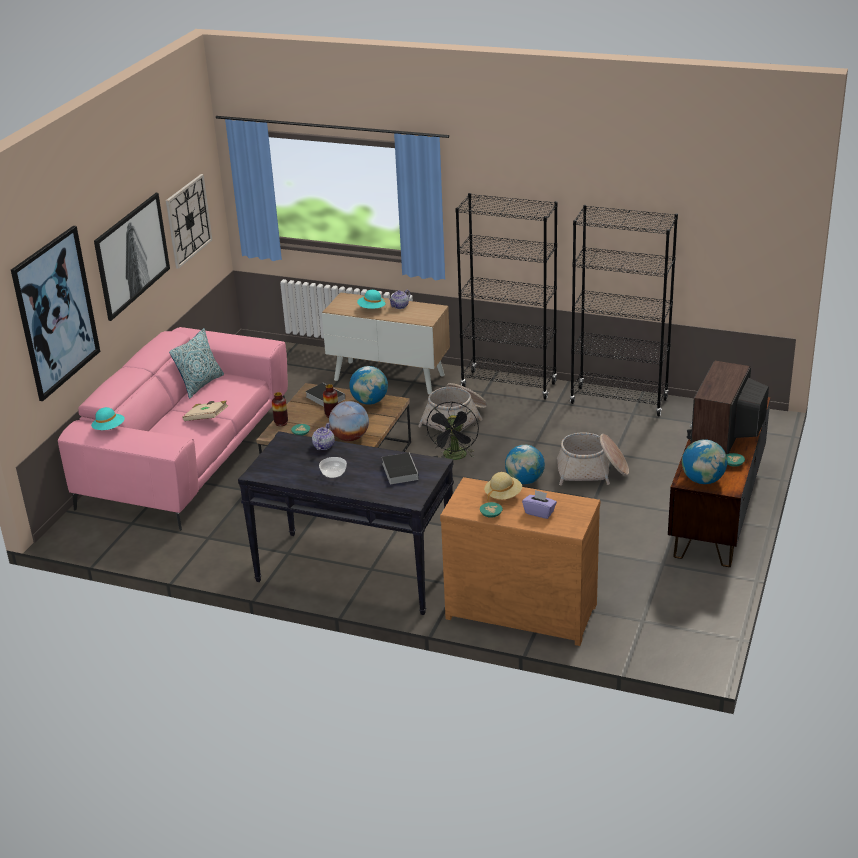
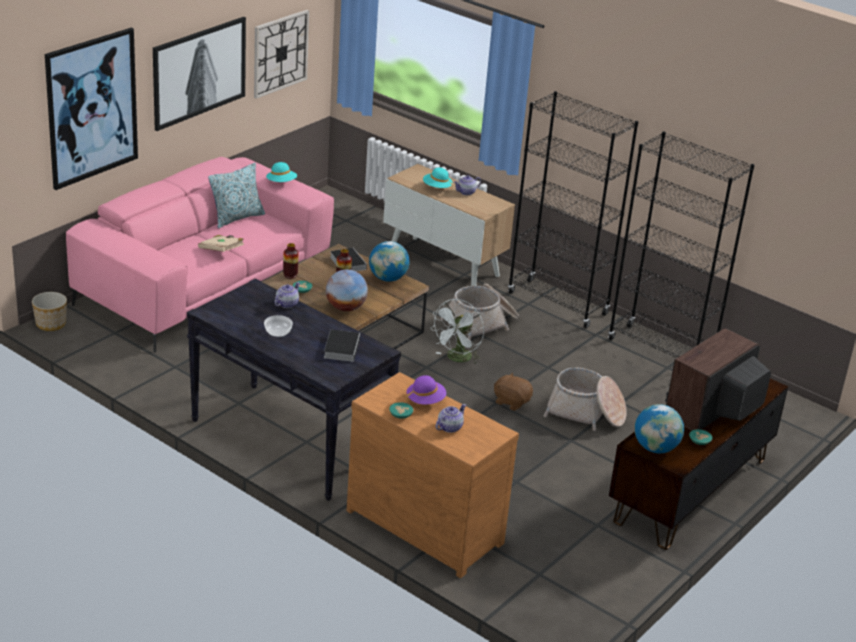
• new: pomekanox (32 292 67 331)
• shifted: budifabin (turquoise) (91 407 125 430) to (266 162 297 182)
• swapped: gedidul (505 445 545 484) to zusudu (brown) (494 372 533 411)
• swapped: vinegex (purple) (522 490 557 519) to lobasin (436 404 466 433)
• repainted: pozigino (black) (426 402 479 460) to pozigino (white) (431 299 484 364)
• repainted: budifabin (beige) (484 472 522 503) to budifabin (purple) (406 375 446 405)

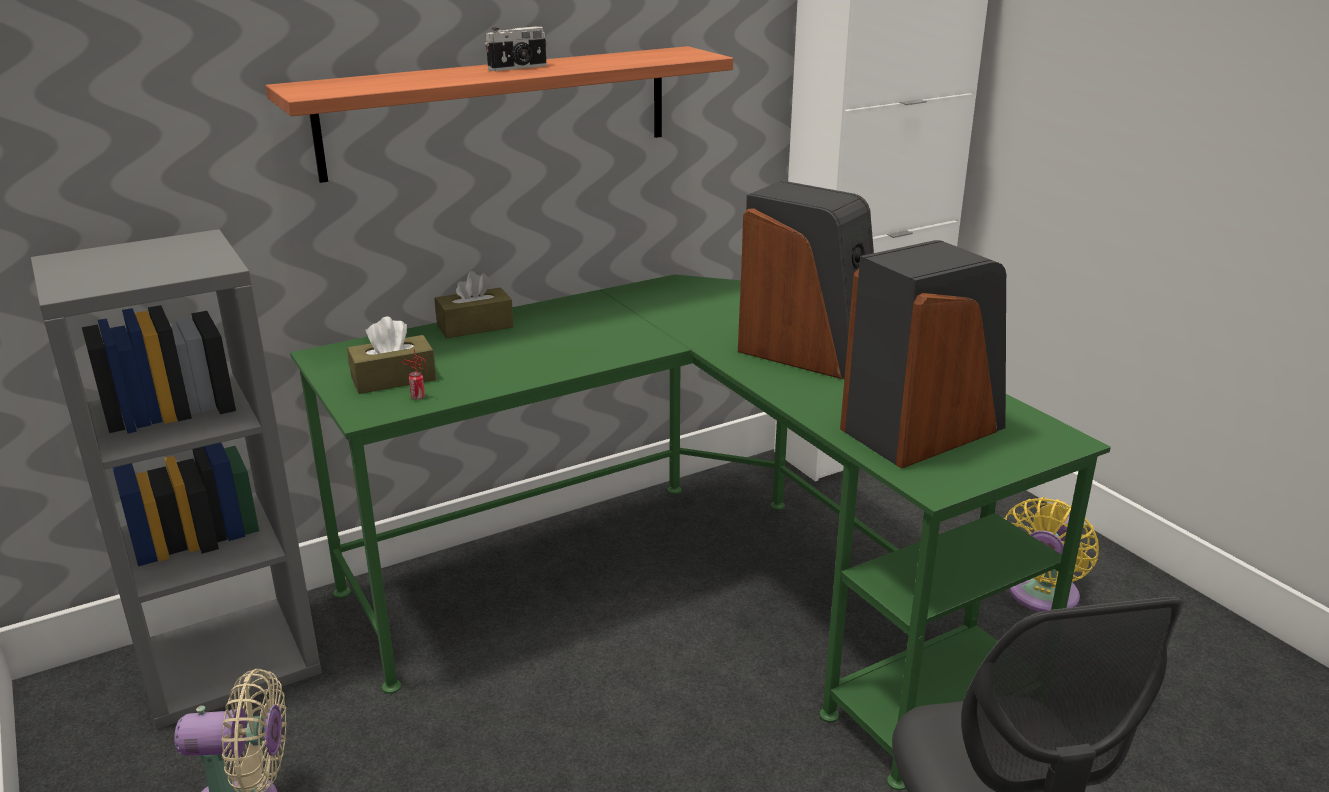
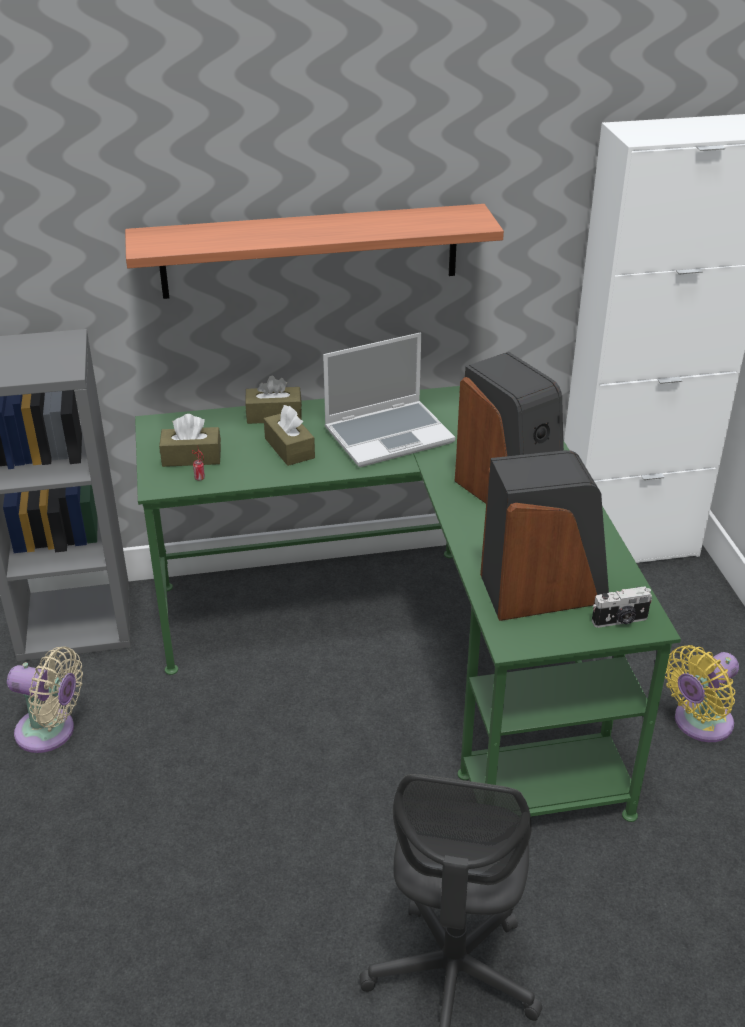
• new: vinegex (brown) (264 405 315 466)
• new: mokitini (323 332 455 467)
• shifted: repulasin (485 26 547 71) to (592 586 652 628)

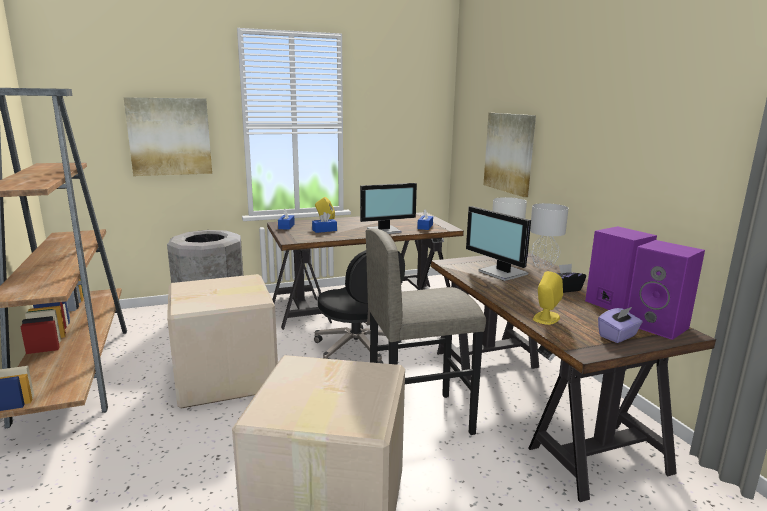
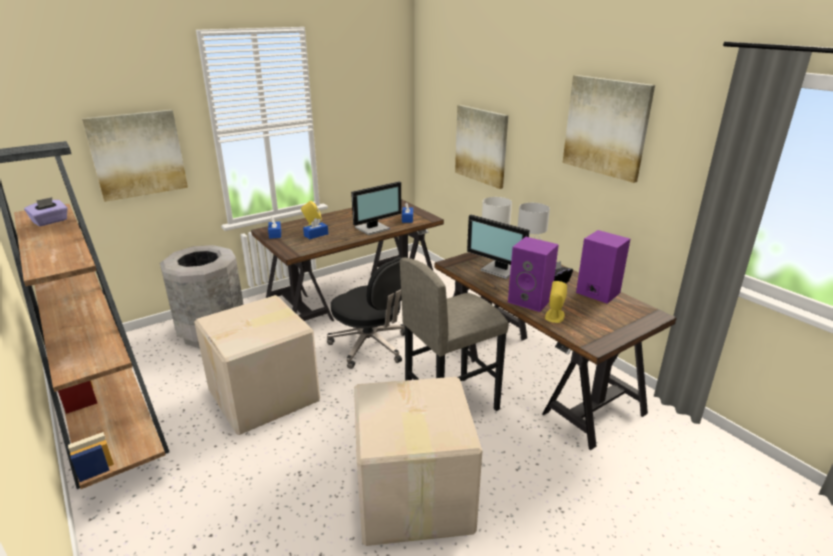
• new: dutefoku (563 75 655 183)
• shifted: vinegex (purple) (598 307 643 343) to (24 197 68 226)
• shifted: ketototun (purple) (628 240 705 340) to (508 237 559 312)

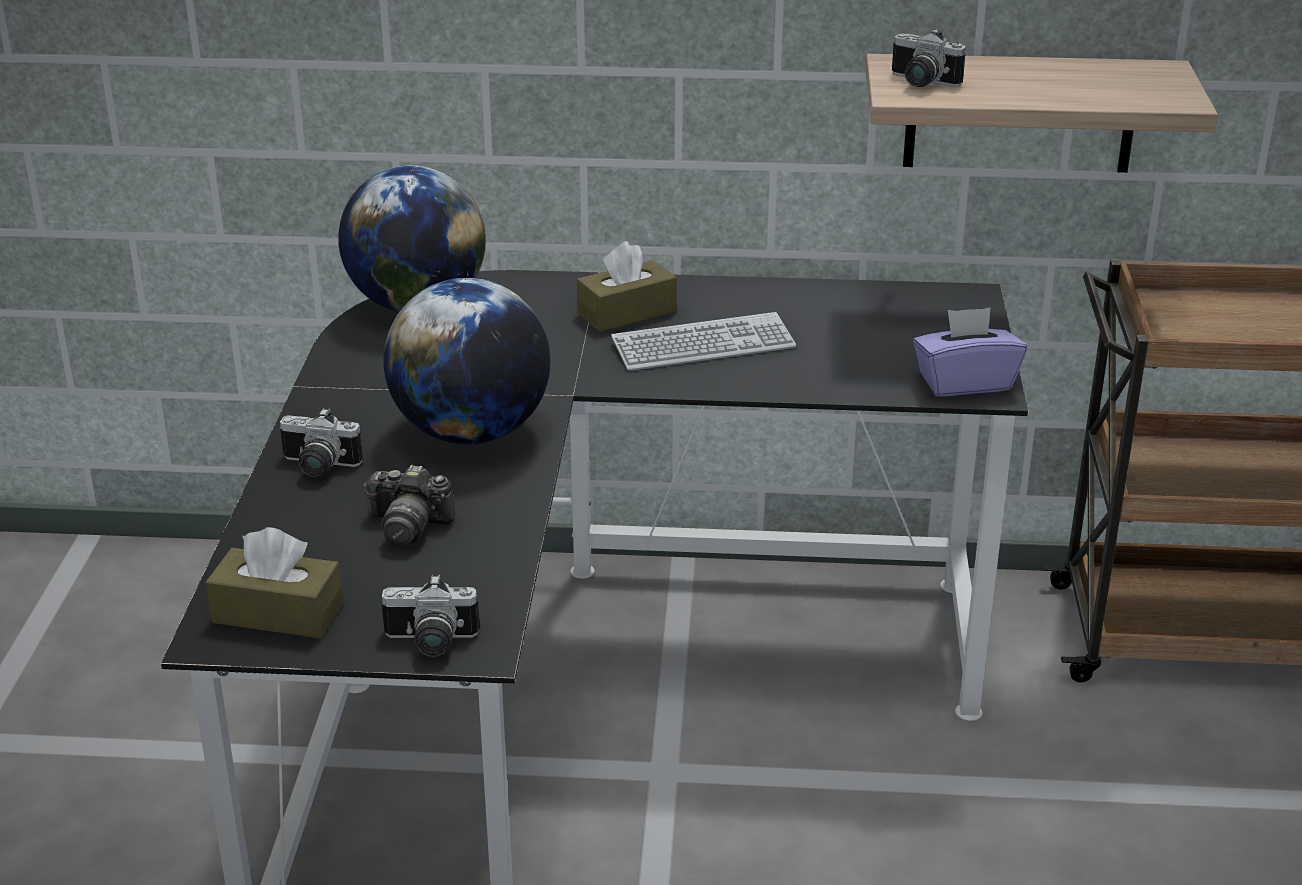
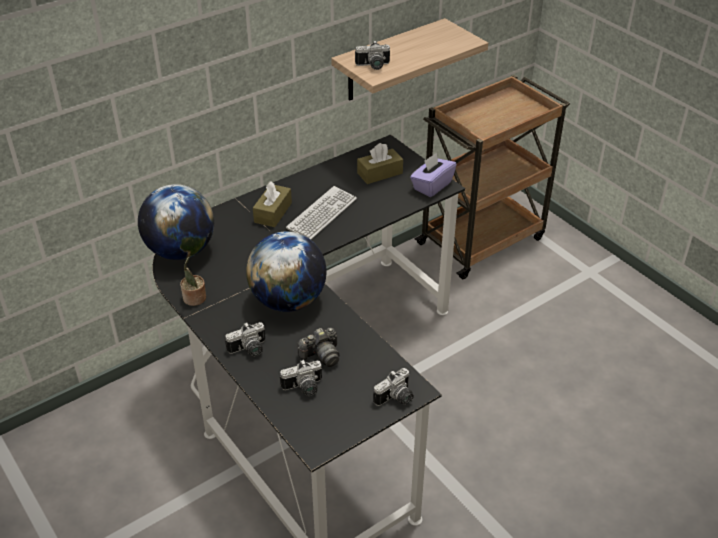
• new: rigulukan (180 257 206 306)
• new: repulasin (280 359 322 396)
• shifted: vinegex (brown) (206 527 343 638) to (357 143 403 184)

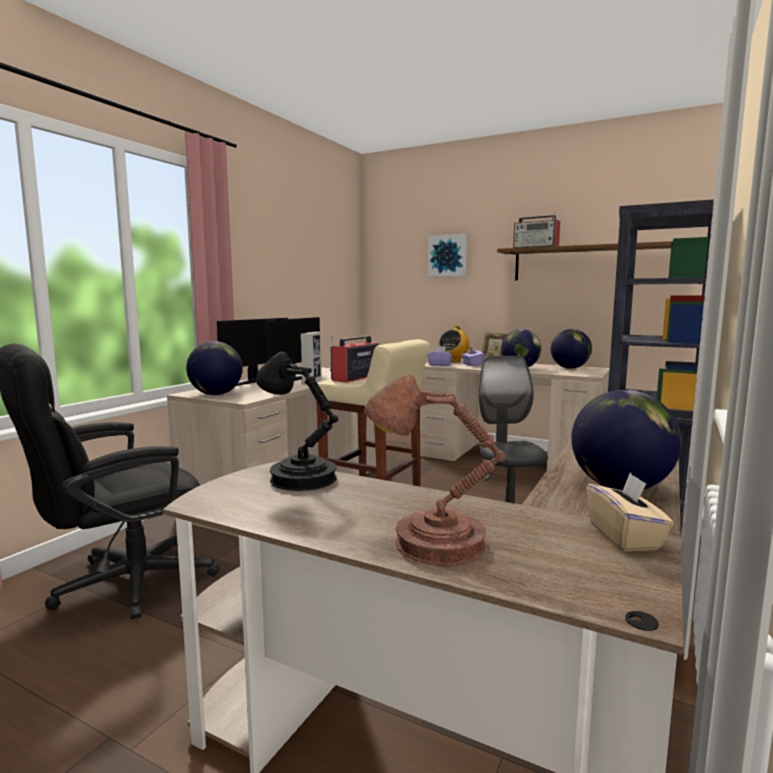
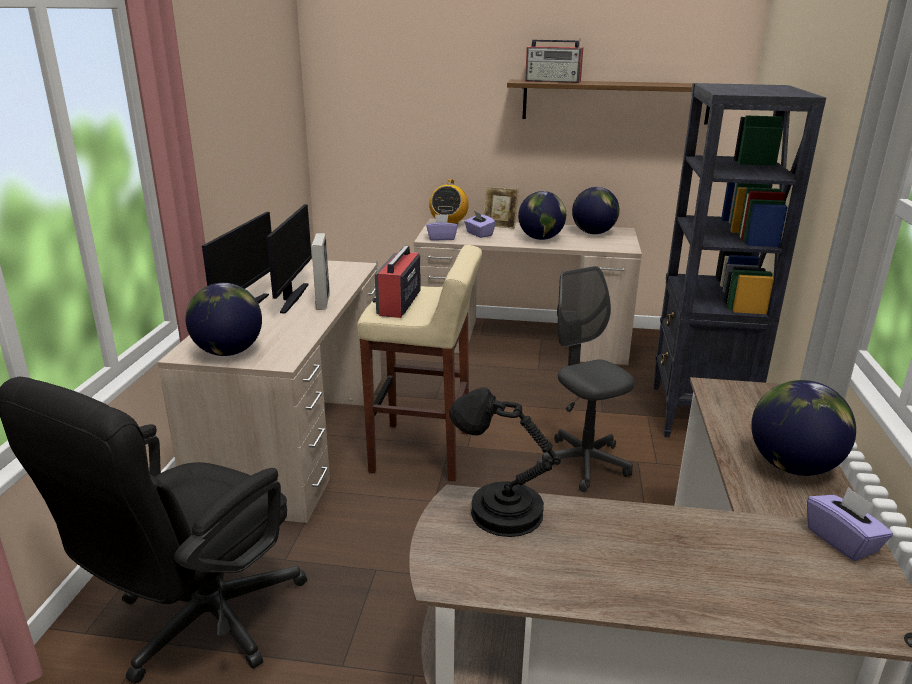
• gone: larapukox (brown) (364 374 506 566)
• gone: dutefoku (428 234 468 277)
• repainted: vinegex (beige) (586 473 673 551) to vinegex (purple) (807 487 893 561)

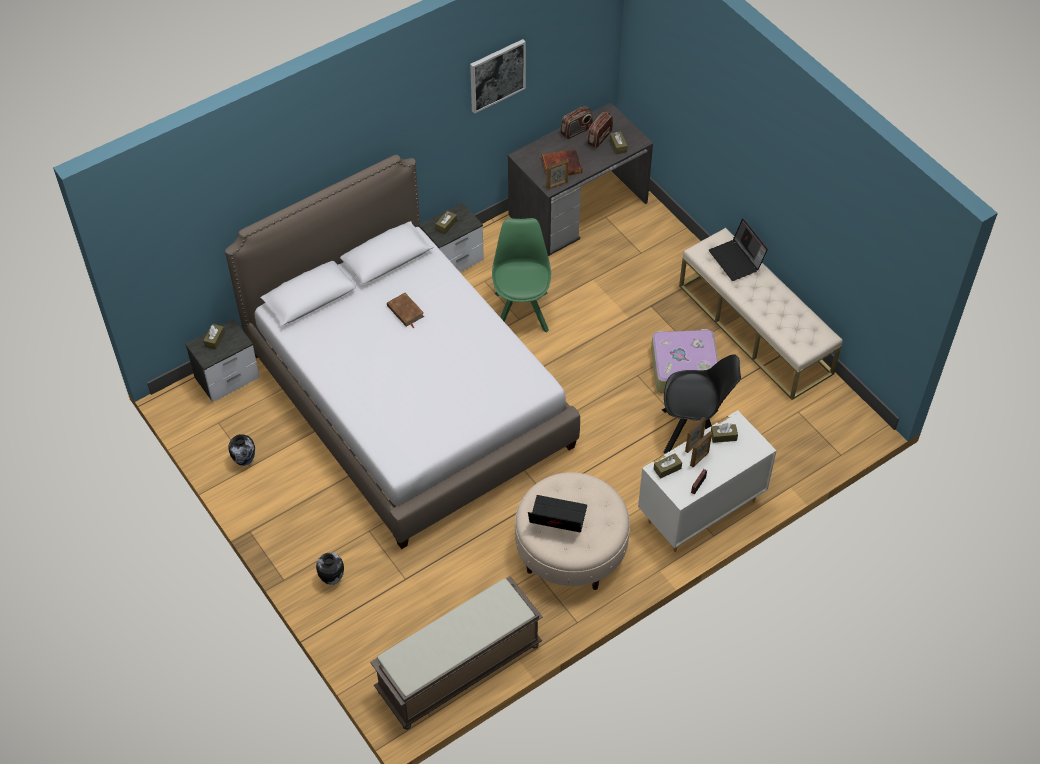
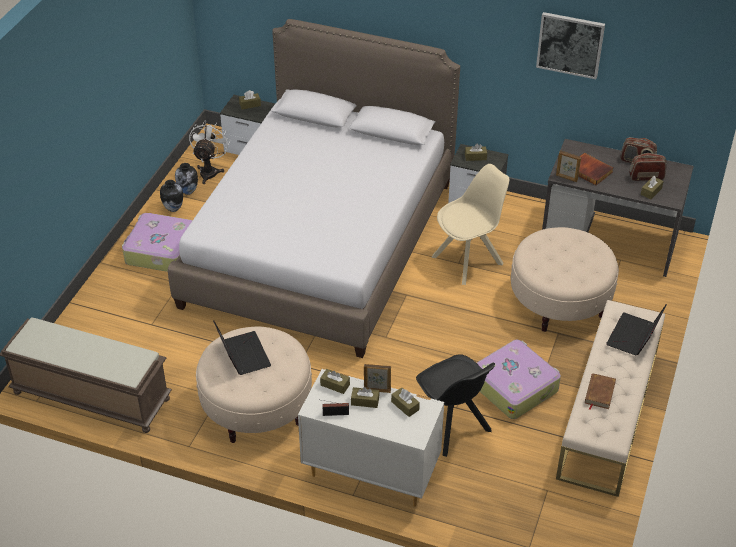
• new: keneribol (122 213 193 272)
• new: pozigino (white) (189 121 230 184)
• new: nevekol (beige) (511 227 619 332)
• shifted: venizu (316 552 344 585) to (160 180 183 212)
• shifted: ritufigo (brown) (387 293 424 328) to (585 373 616 410)
• swapped: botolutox (690 431 712 467) to vinegex (brown) (351 387 379 408)
• repainted: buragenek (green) (492 218 551 333) to buragenek (beige) (431 164 510 285)

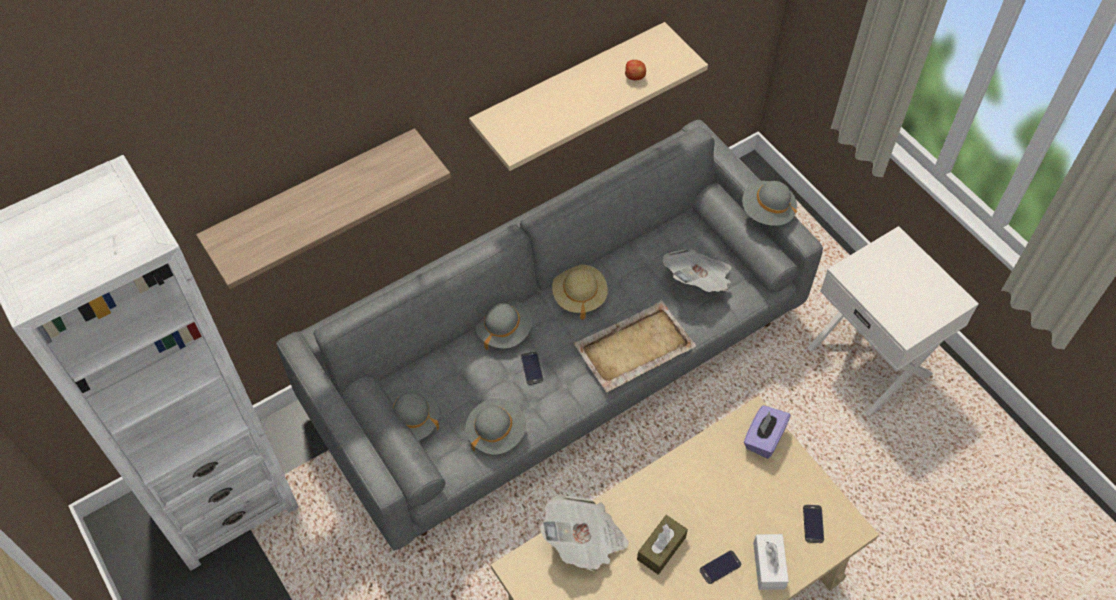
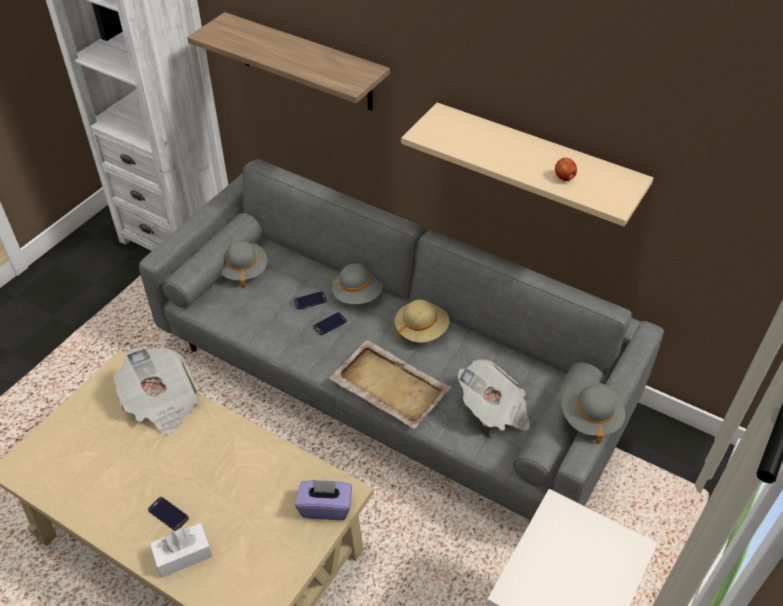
• gone: budifabin (grey) (465 398 526 455)
• gone: vinegex (brown) (637 515 688 575)
• shifted: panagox (803 504 824 543) to (294 291 328 310)

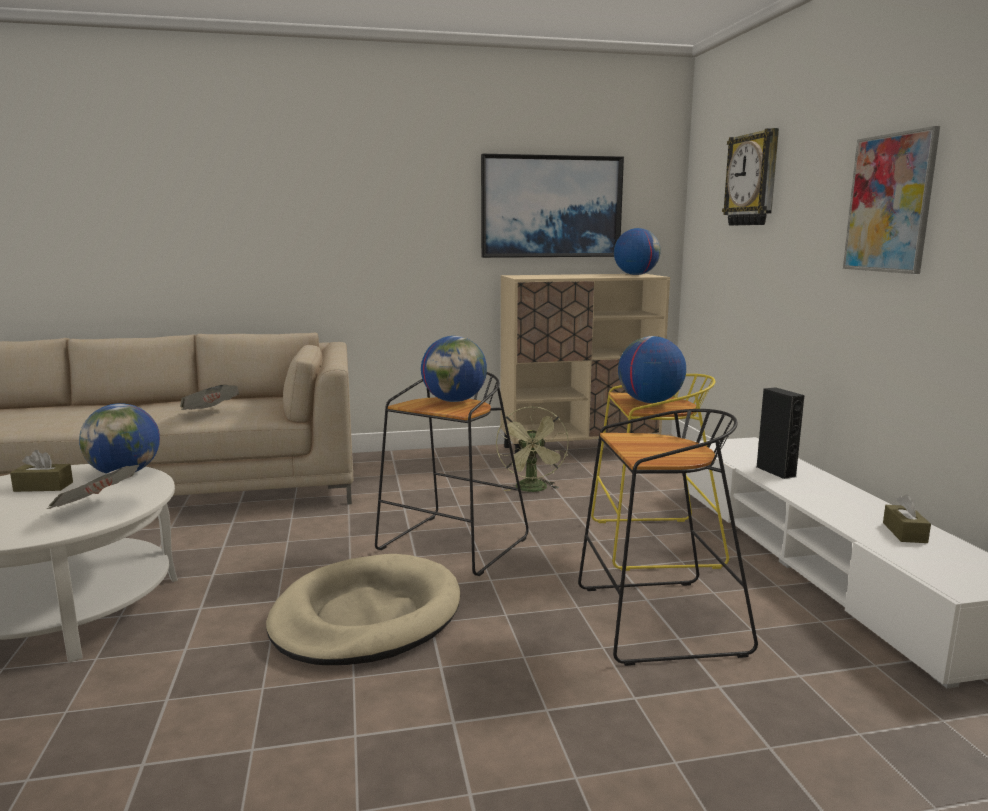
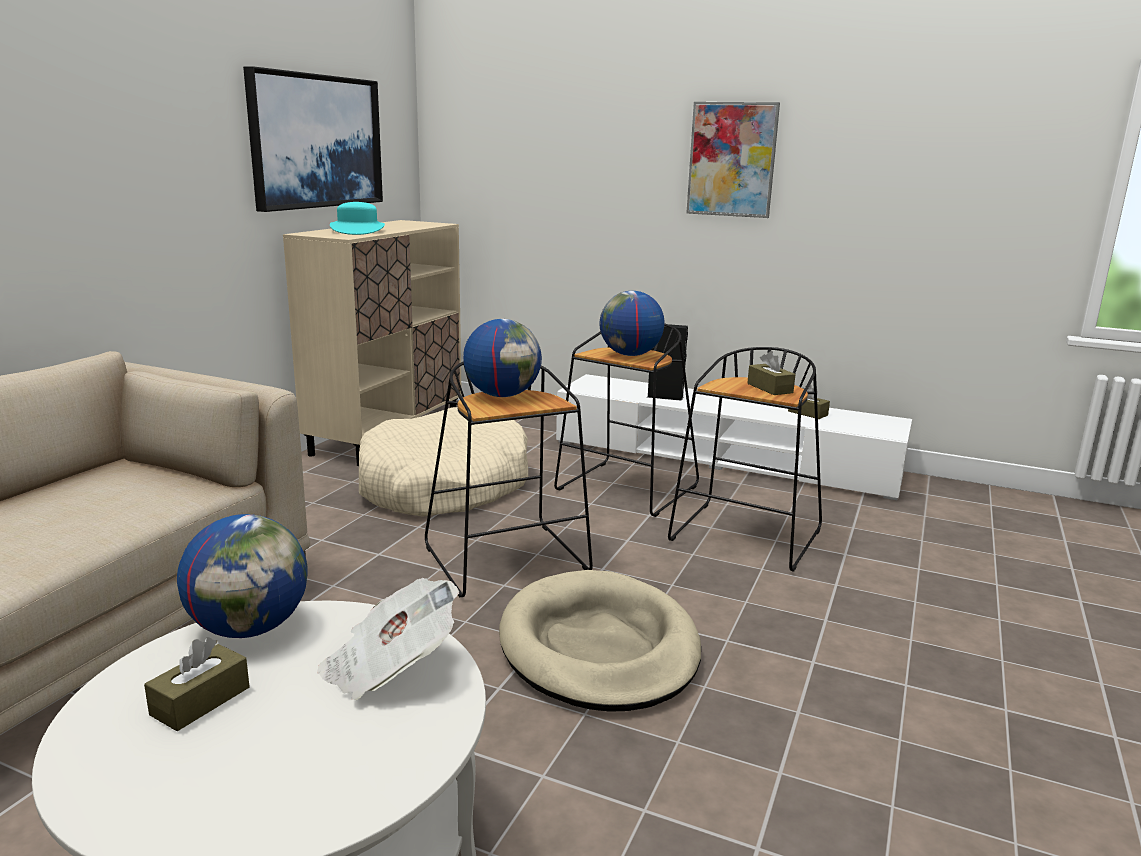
• gone: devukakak (180 385 239 410)
• gone: gedidul (614 228 661 275)
• gone: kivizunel (722 128 779 225)
• new: budifabin (turquoise) (330 202 385 235)
• new: vinegex (brown) (747 351 796 395)
• swapped: pozigino (green) (496 406 569 492) to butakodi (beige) (359 407 528 517)
• repainted: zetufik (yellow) (591 374 729 571) to zetufik (black) (554 323 699 517)

